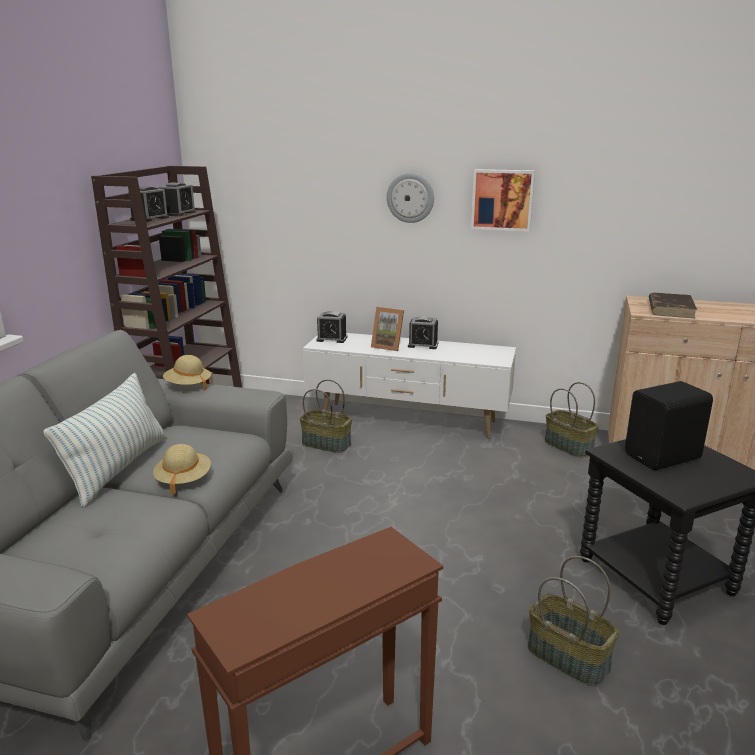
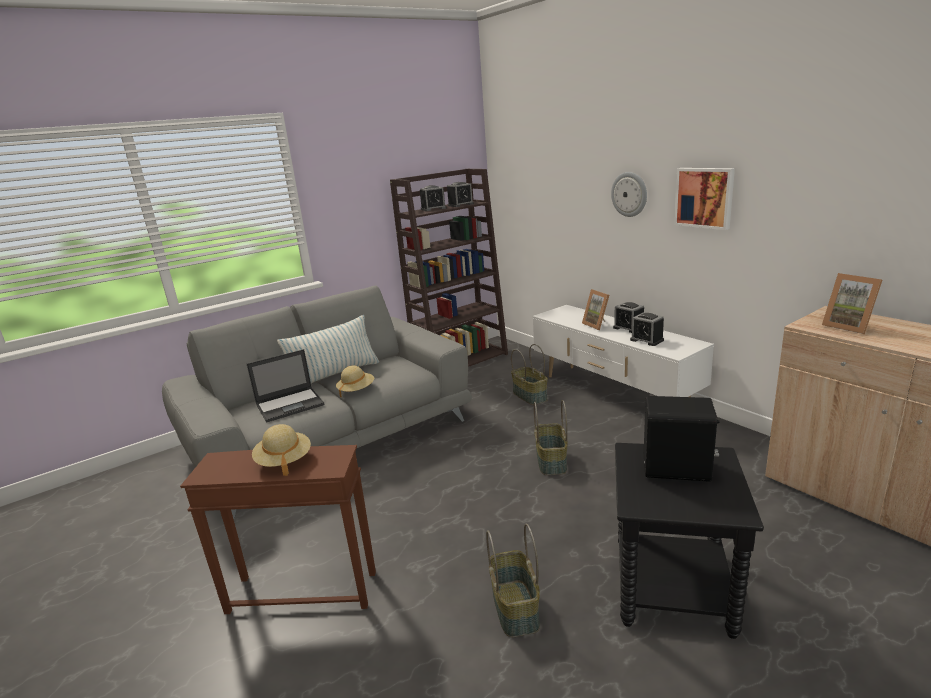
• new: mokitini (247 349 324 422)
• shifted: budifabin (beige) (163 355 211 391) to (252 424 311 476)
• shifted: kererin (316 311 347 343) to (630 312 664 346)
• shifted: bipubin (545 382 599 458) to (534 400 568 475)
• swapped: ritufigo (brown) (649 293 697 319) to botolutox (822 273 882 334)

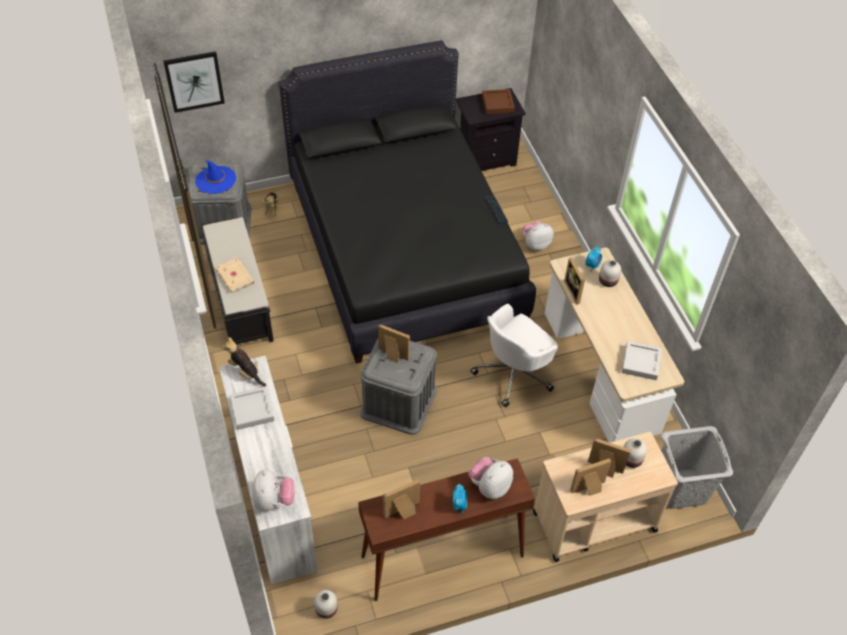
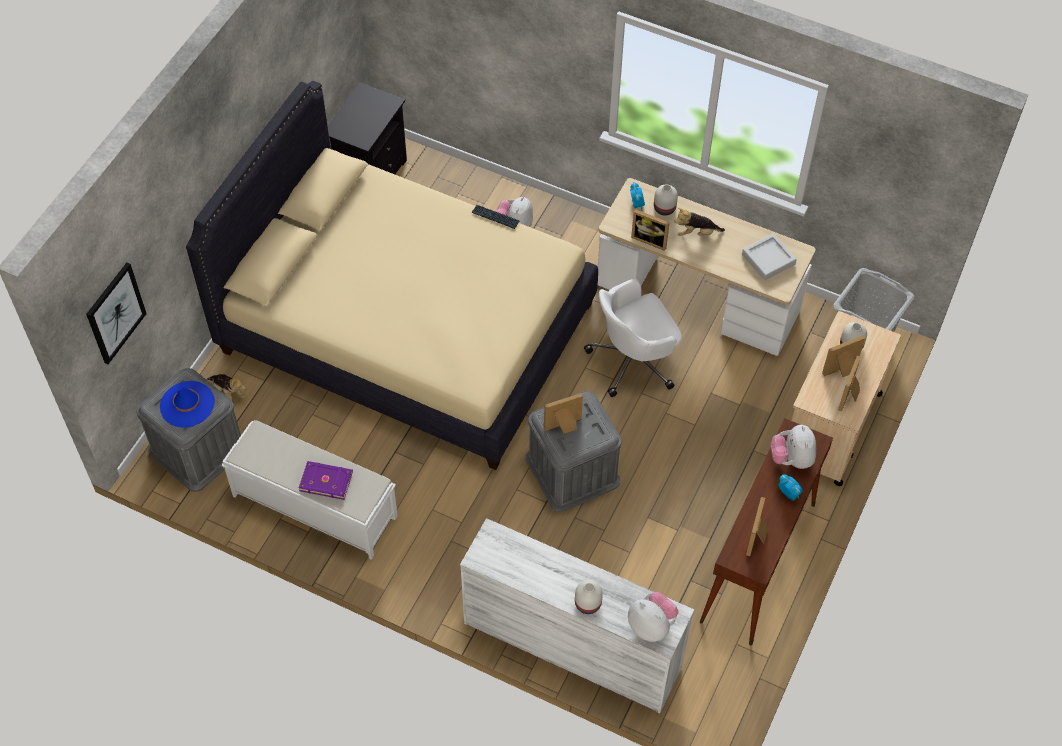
• gone: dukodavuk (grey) (230 386 275 430)
• gone: dukodavuk (brown) (482 89 515 114)
• shifted: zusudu (222 337 266 386) to (675 208 725 236)
• shifted: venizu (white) (314 590 338 619) to (575 580 603 614)
• repainted: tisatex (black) (200 217 274 344) to tisatex (white) (222 420 398 560)
• repainted: ritufigo (beige) (216 258 254 294) to ritufigo (purple) (299 461 353 500)
• repainted: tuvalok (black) (279 40 536 364) to tuvalok (beige) (186 81 598 470)
• rotated: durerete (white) (470 304 558 408) = (584 279 682 397) 60 degrees clockwise

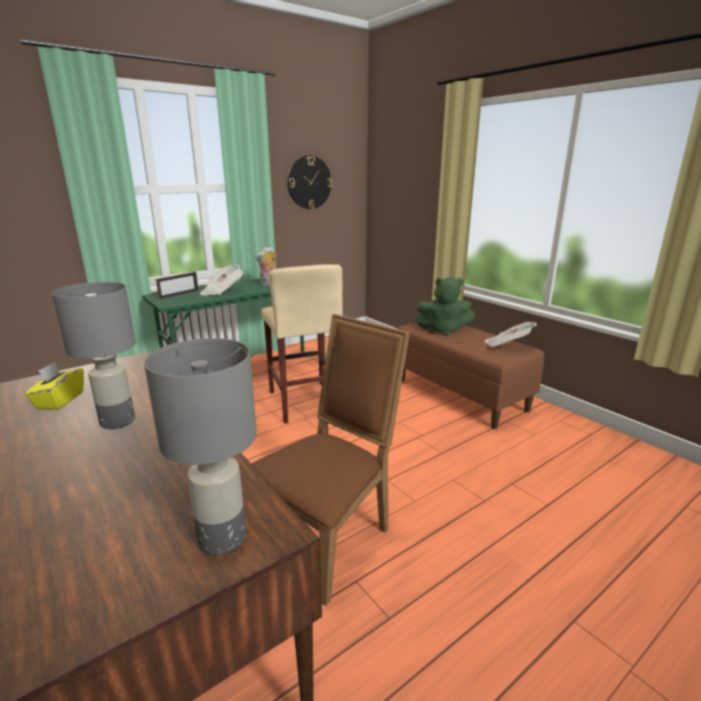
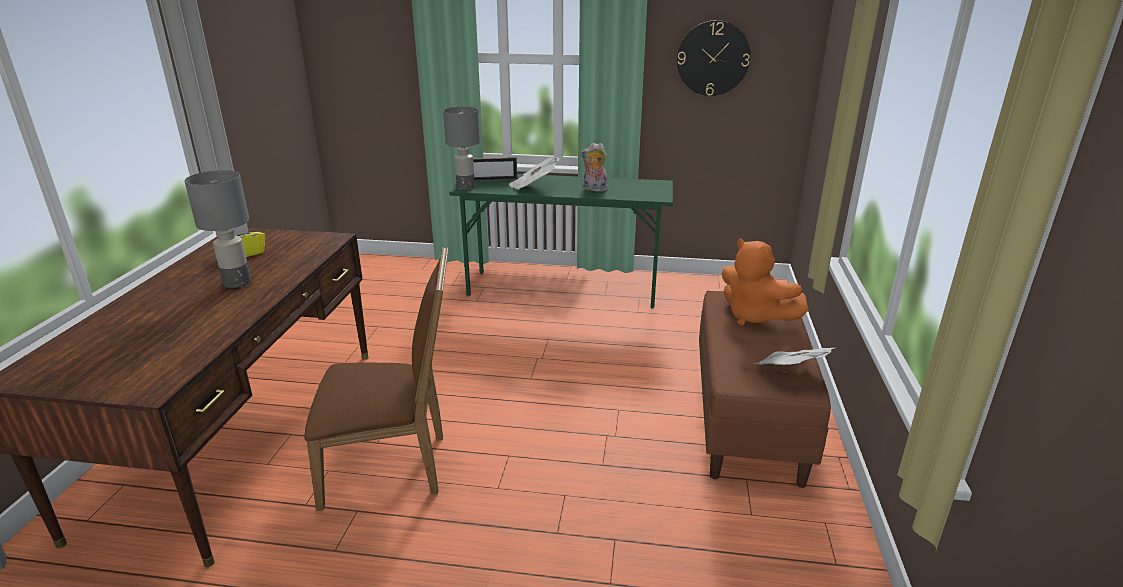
• gone: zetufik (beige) (261 264 343 424)
• shifted: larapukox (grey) (144 338 257 555) to (443 107 480 190)
• repainted: zusudu (green) (416 277 475 336) to zusudu (orange) (722 238 809 326)

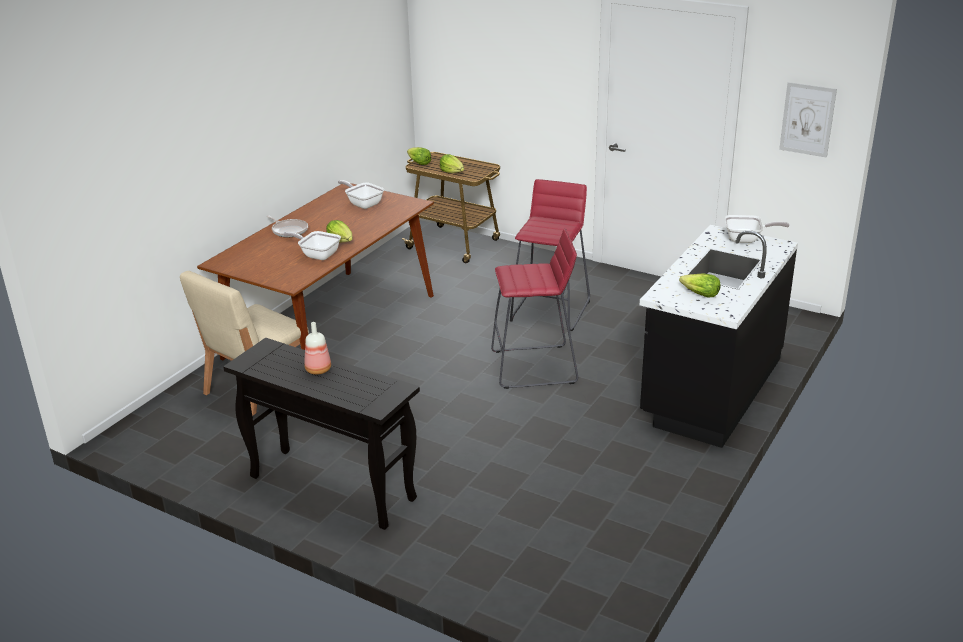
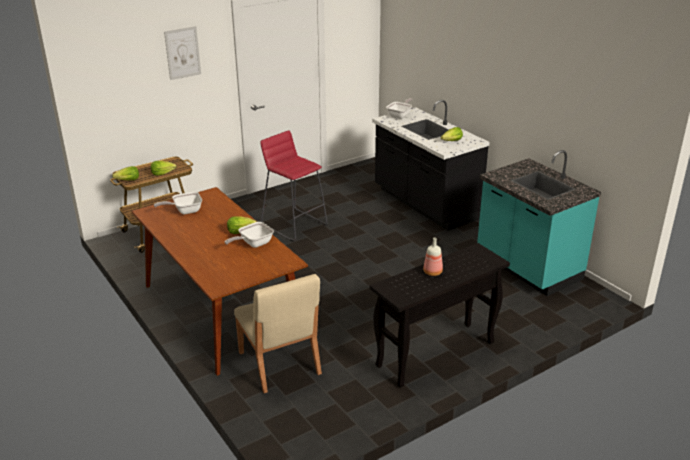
• gone: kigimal (266 215 308 237)
• gone: zetufik (red) (491 229 578 389)
• new: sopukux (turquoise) (477 150 601 296)
• shifted: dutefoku (779 82 837 158) to (164 26 201 80)

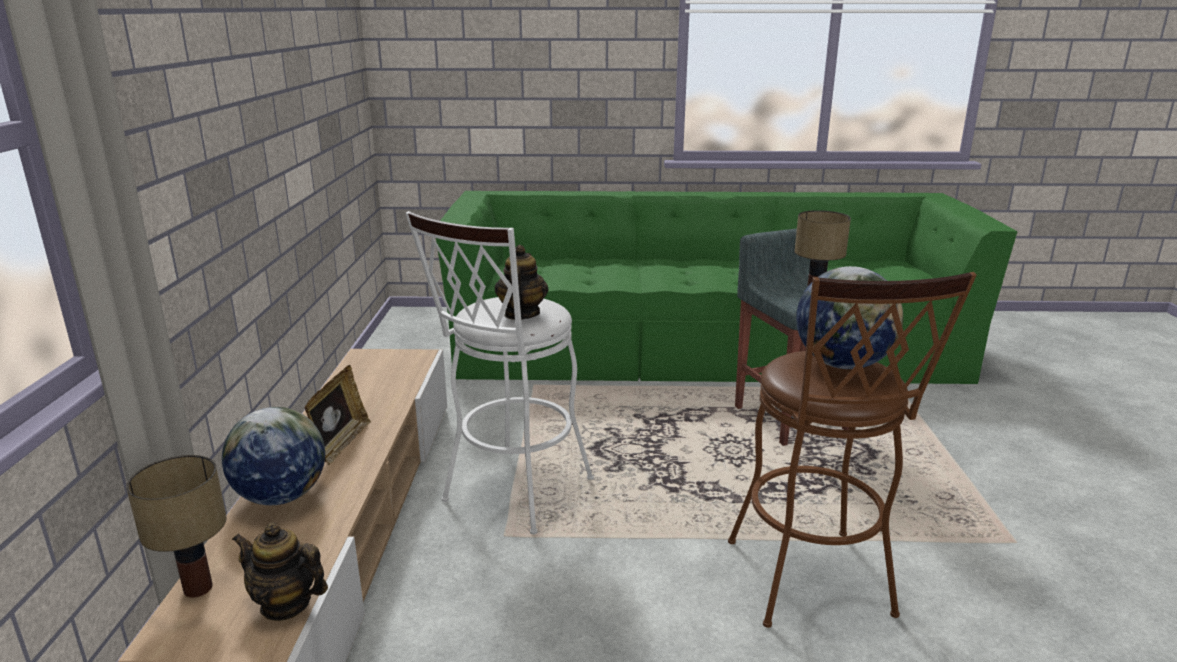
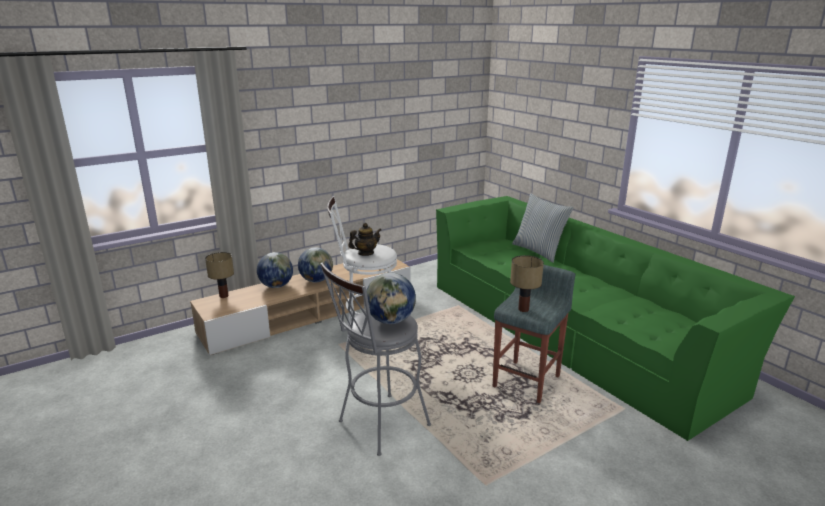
• gone: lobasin (232 523 328 621)
• new: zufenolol (512 193 574 263)
• swapped: botolutox (304 365 371 465) to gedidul (298 247 333 282)
• repainted: zetufik (brown) (728 272 977 628) to zetufik (grey) (320 263 431 456)

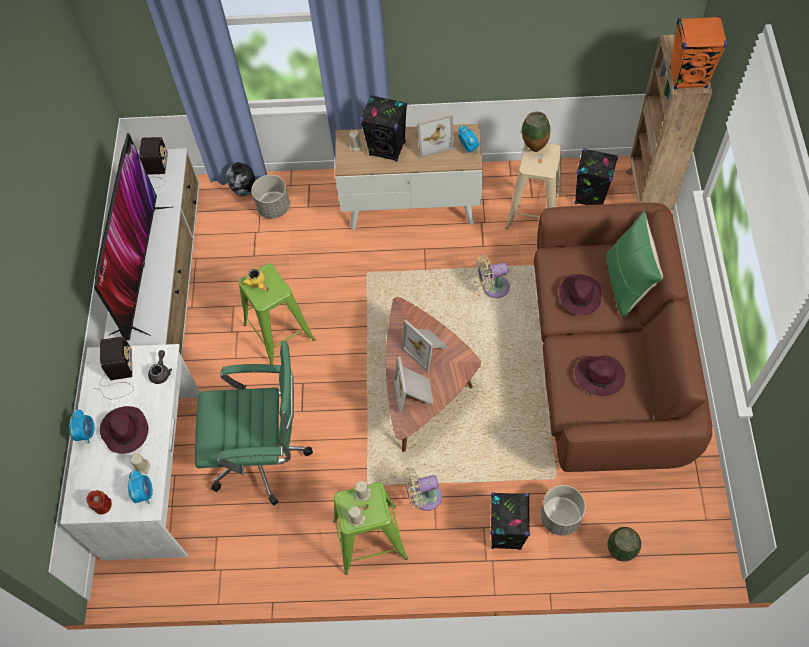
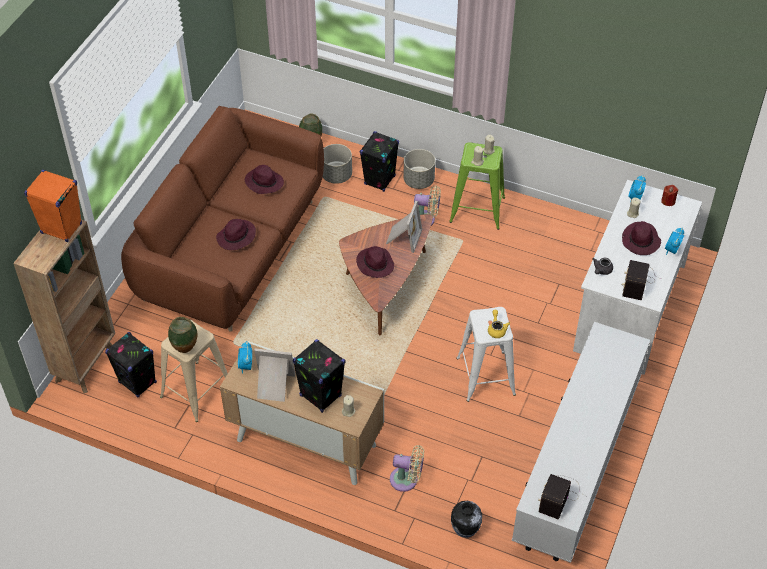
• gone: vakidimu (94 133 173 340)
• gone: durerete (green) (195 341 313 505)
• gone: zufenolol (green) (606 210 663 318)
• shifted: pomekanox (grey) (251 175 290 219) to (404 149 435 189)
• shifted: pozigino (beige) (477 255 510 298) to (390 445 424 492)
• swapped: botolutox (401 320 449 372) to budifabin (purple) (356 246 394 278)
• repainted: zetufik (green) (239 264 316 365) to zetufik (white) (456 307 516 402)

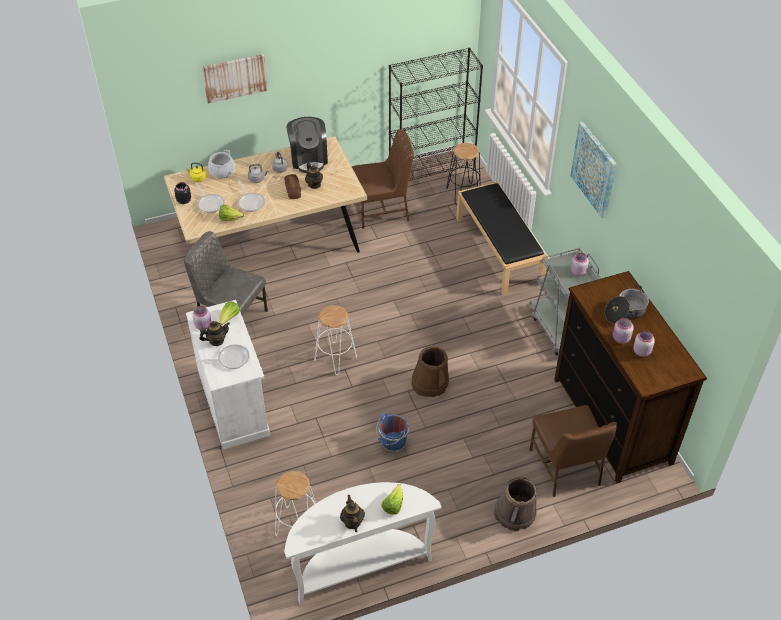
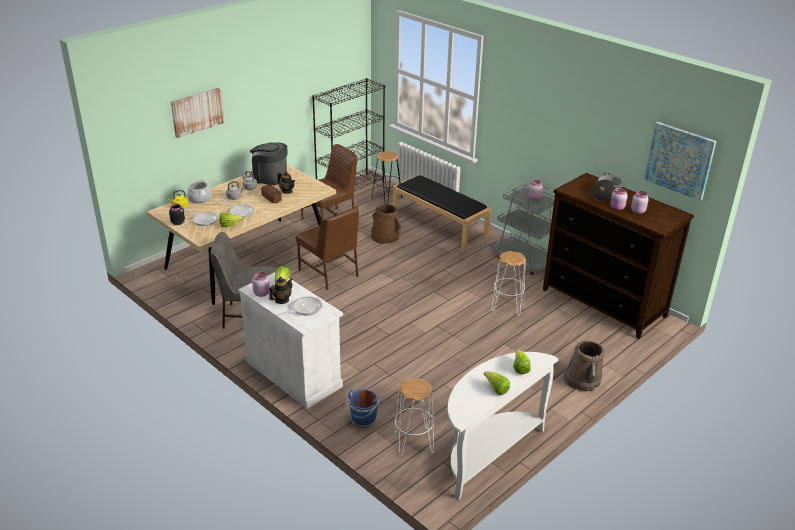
• shifted: zetufik (white) (314 305 357 375) to (491 251 526 316)
• shifted: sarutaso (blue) (376 413 409 453) to (346 389 379 428)
• shifted: sarutaso (brown) (411 346 449 397) to (371 204 401 244)
• shifted: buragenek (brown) (529 405 617 497) to (296 206 359 290)
• shifted: dutefoku (570 122 617 218) to (644 122 716 201)
• swapped: lobasin (340 495 365 532) to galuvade (483 372 510 395)
• rotated: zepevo (286 117 328 173) = (250 142 288 185) 150 degrees clockwise

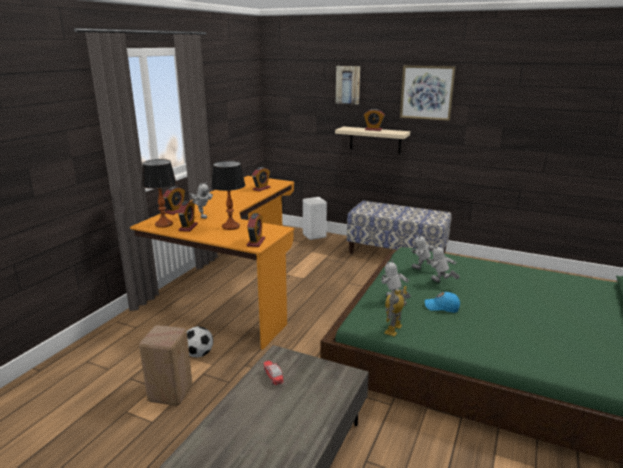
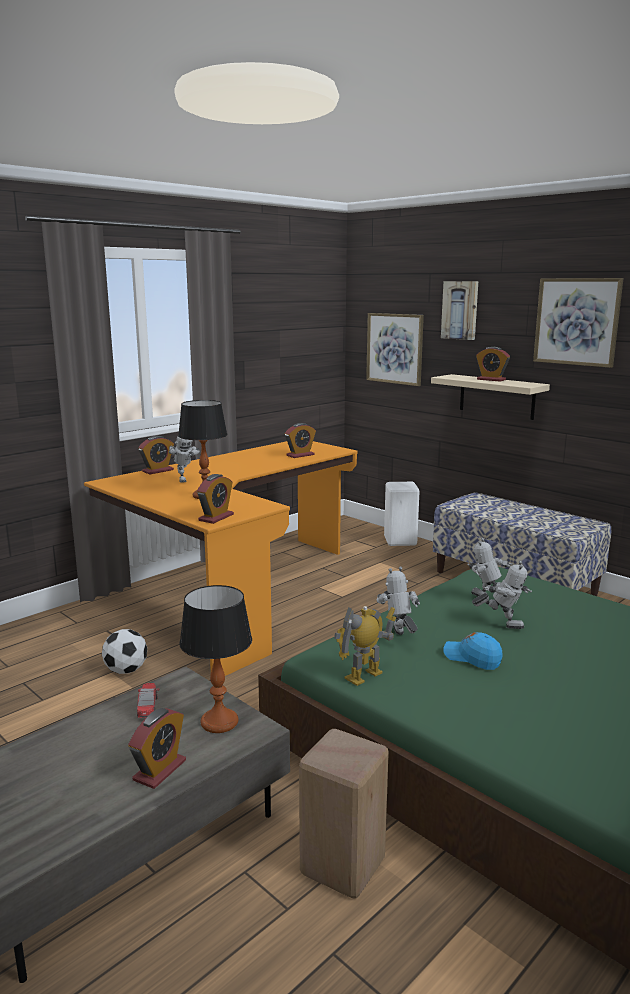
• new: dutefoku (366 313 424 386)
• shifted: zetufik (beige) (139 325 192 406) to (299 729 389 899)
• shifted: larapukox (142 159 176 228) to (179 585 252 733)
• shifted: kererin (178 200 198 232) to (128 708 186 789)
• rotated: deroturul (429 244 460 282) = (472 561 532 629) 135 degrees clockwise

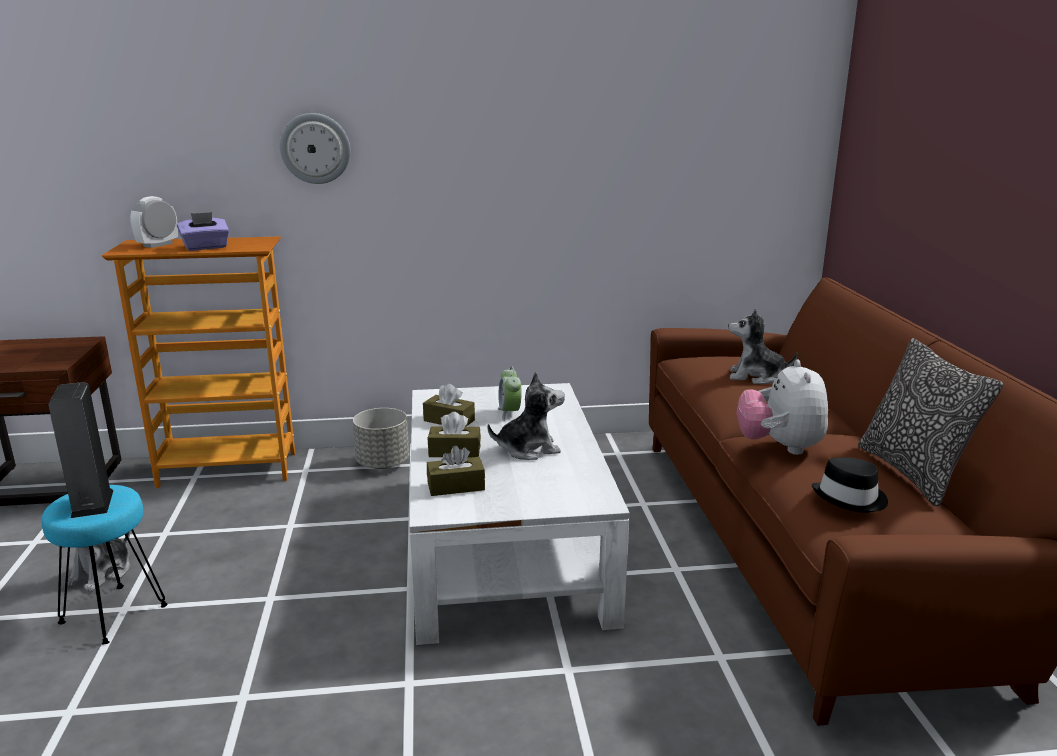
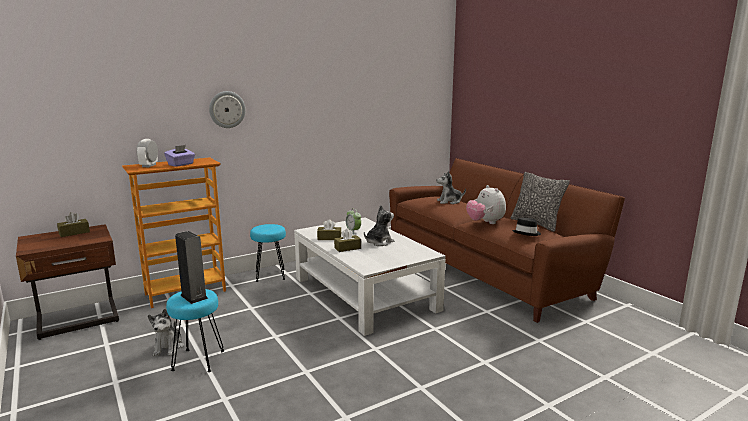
• shifted: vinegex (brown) (427 446 485 496) to (57 212 90 237)
• swapped: pomekanox (grey) (353 408 409 469) to zetufik (turquoise) (250 224 286 282)

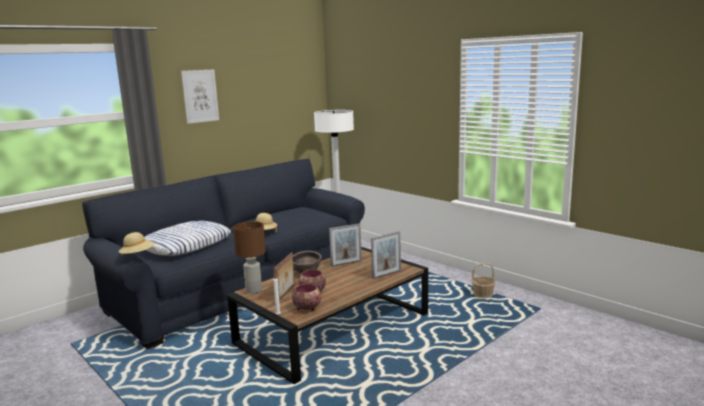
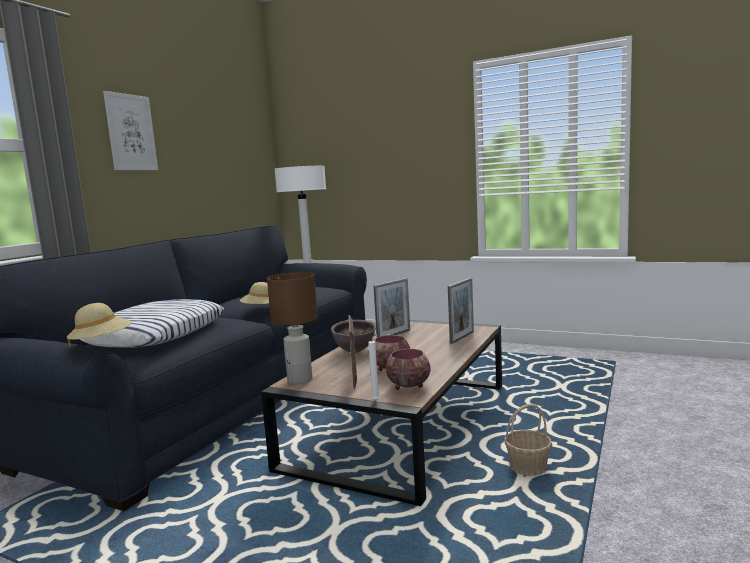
• shifted: bipubin (471 263 496 298) to (504 404 552 476)

